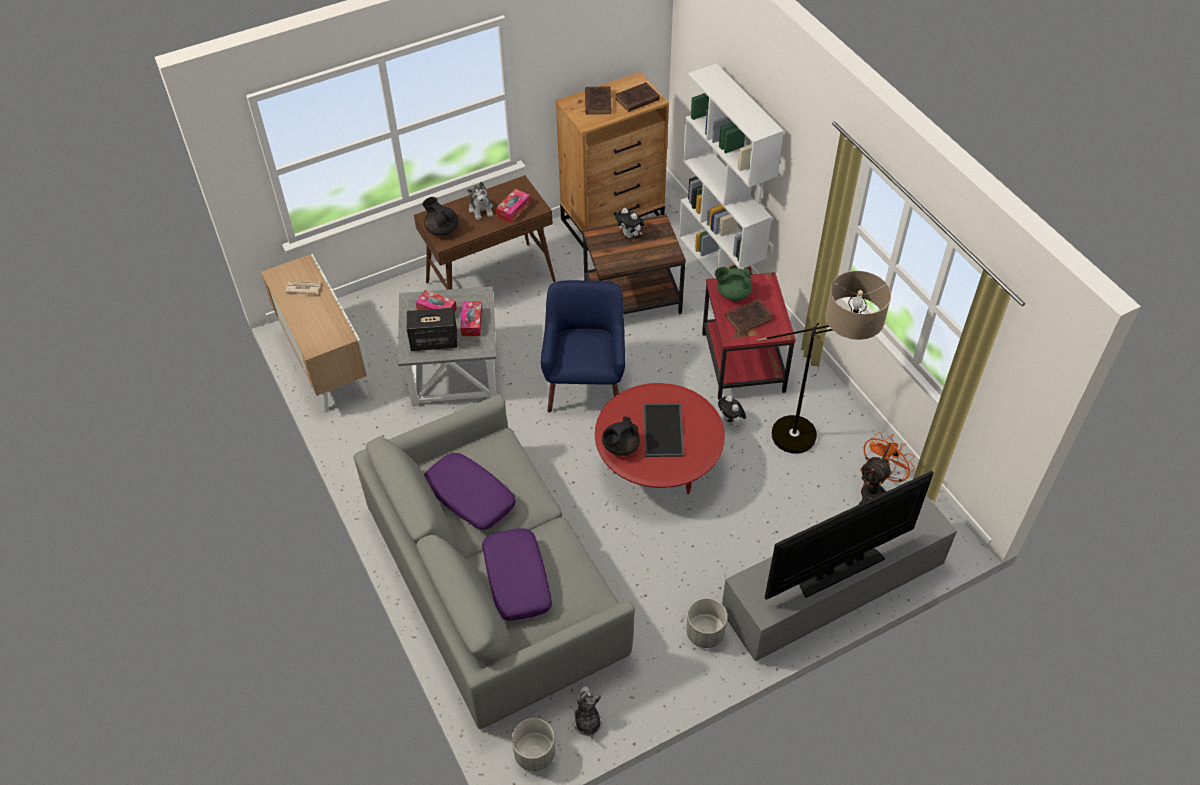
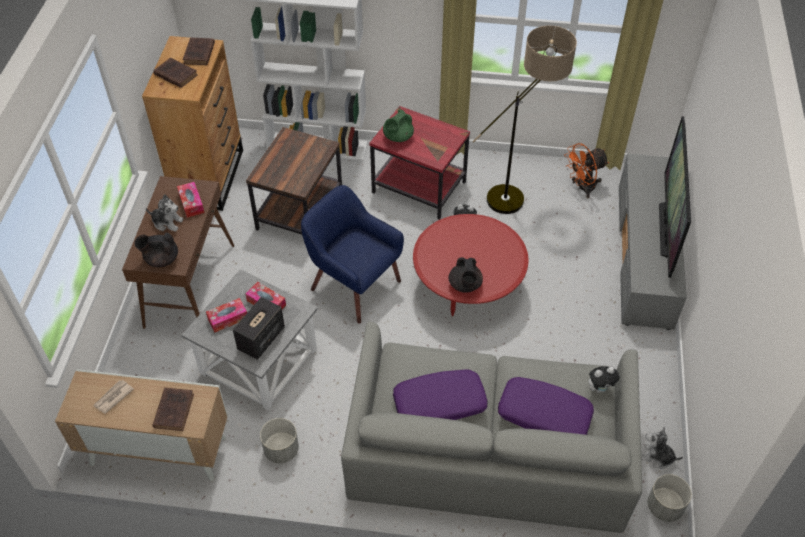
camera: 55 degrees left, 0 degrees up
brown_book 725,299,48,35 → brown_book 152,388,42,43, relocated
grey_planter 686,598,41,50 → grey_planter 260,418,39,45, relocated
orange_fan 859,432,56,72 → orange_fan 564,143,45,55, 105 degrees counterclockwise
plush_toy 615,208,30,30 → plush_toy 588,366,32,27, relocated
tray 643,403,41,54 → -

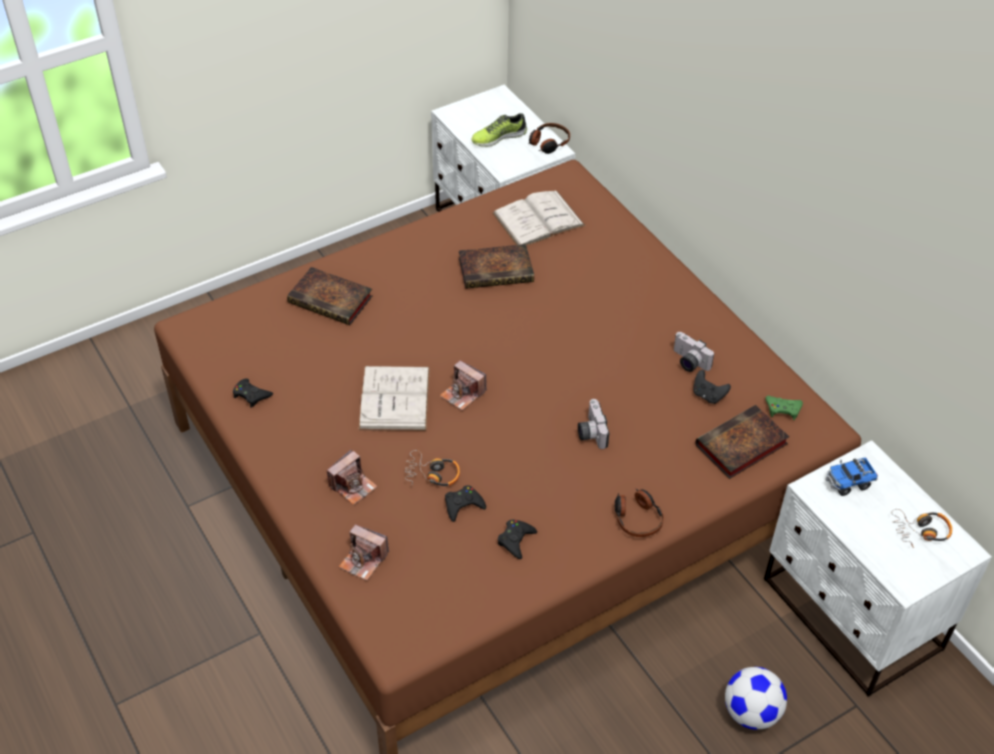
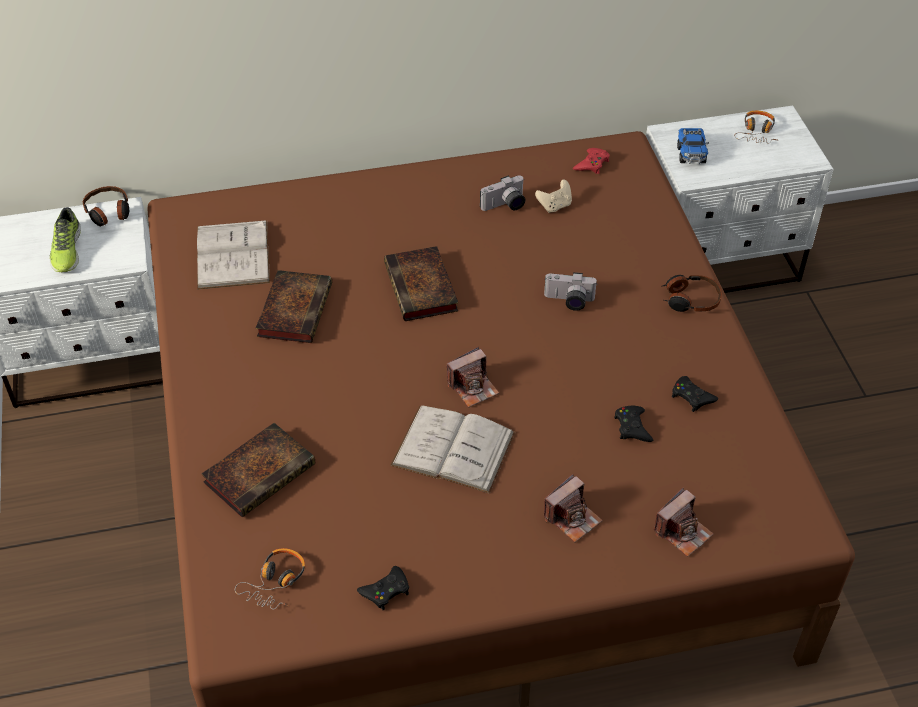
camera: 70 degrees left, 0 degrees up
headphones 405,450,55,37 → headphones 235,548,70,62, relocated
book 695,405,94,74 → book 384,246,74,75, relocated
black_game_controller 693,370,38,34 → beige_game_controller 535,179,37,34
photo_camera 326,450,52,55 → photo_camera 543,474,60,68, 75 degrees clockwise
green_game_controller 766,396,37,24 → red_game_controller 573,148,37,26
football 725,667,62,63 → -

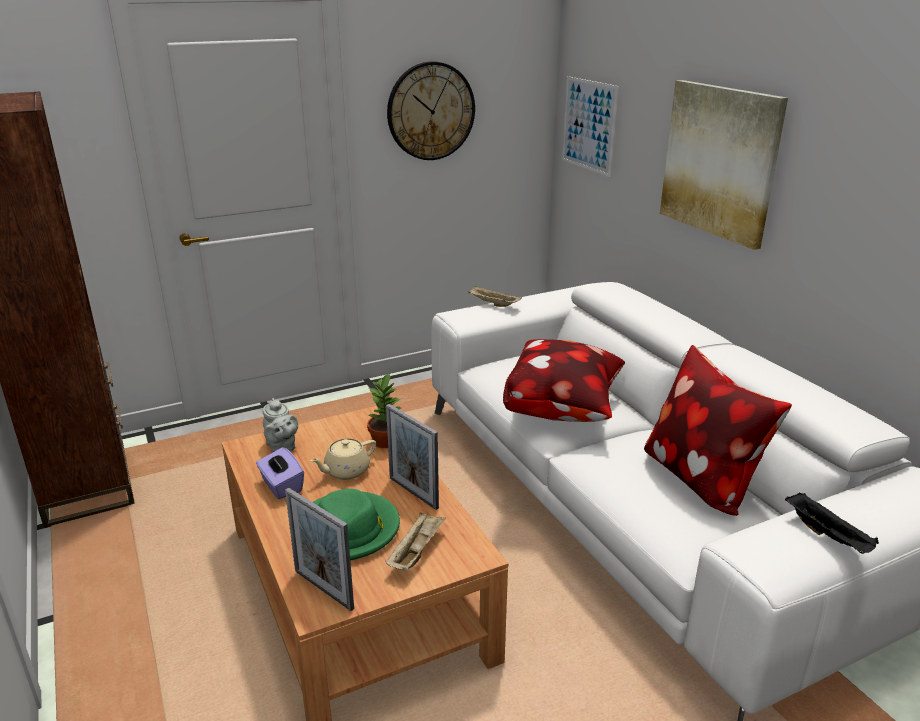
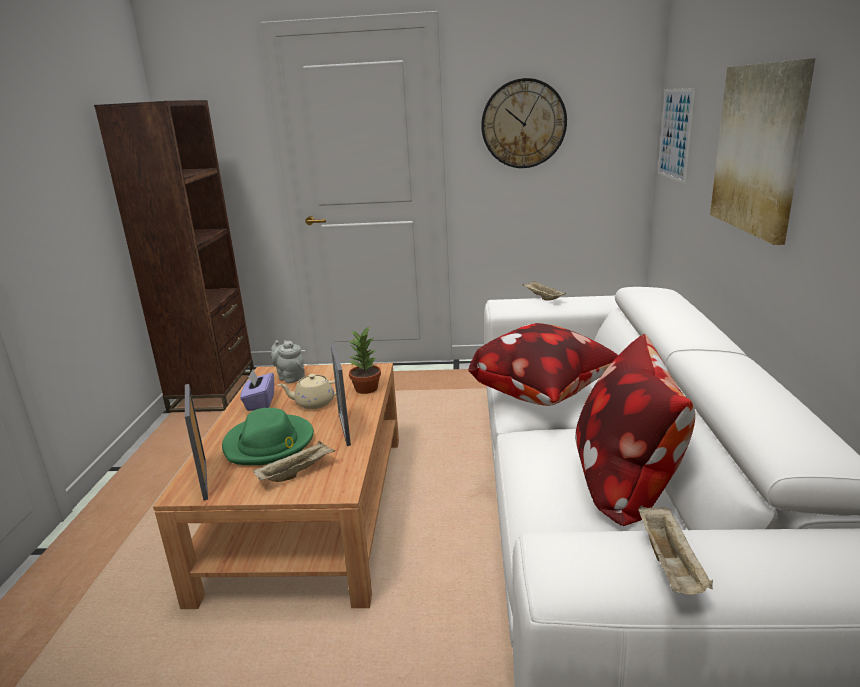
camera: 30 degrees right, 5 degrees down
grey_teapot 263,398,35,54 → grey_teapot 271,340,34,43, 135 degrees clockwise
black_tray 785,492,94,62 → beige_tray 638,505,75,90

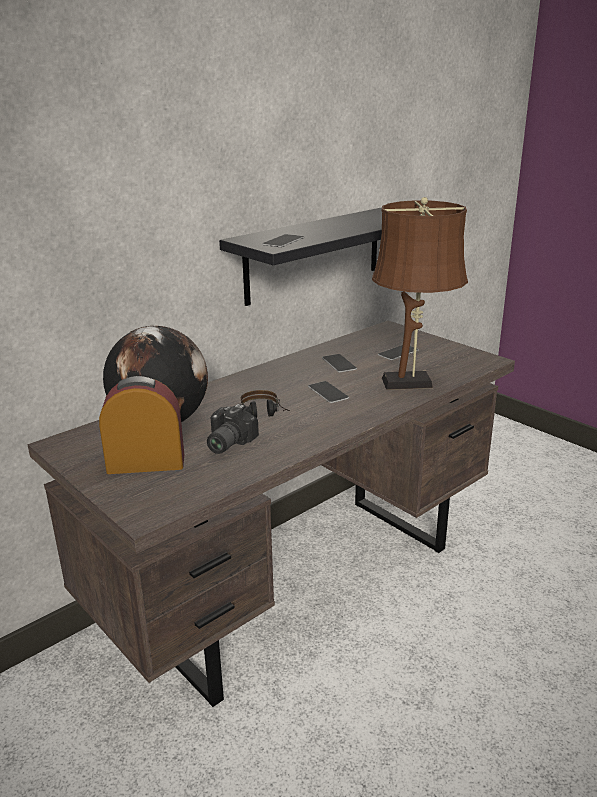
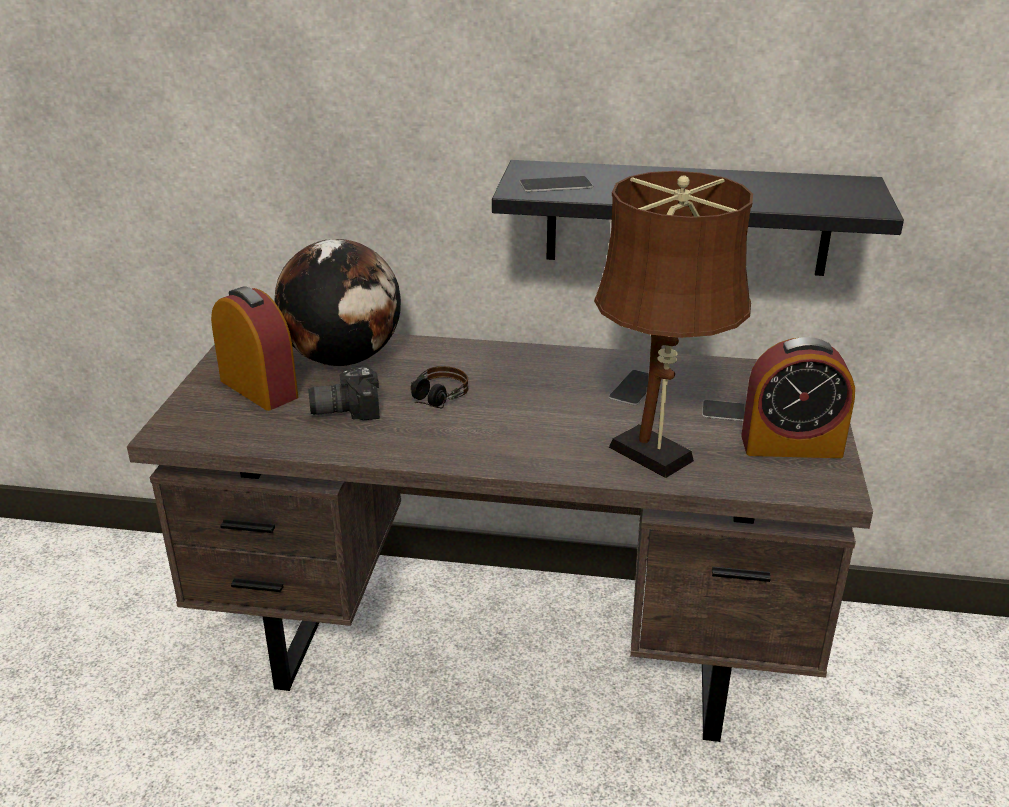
camera: 50 degrees right, 5 degrees up
- → alarm_clock 741,337,114,121
phone 308,381,41,22 → -

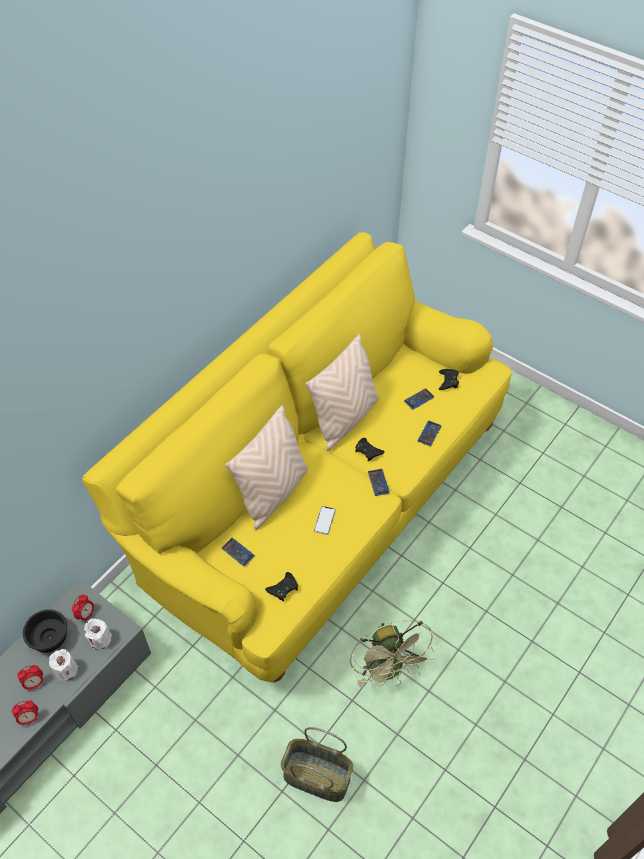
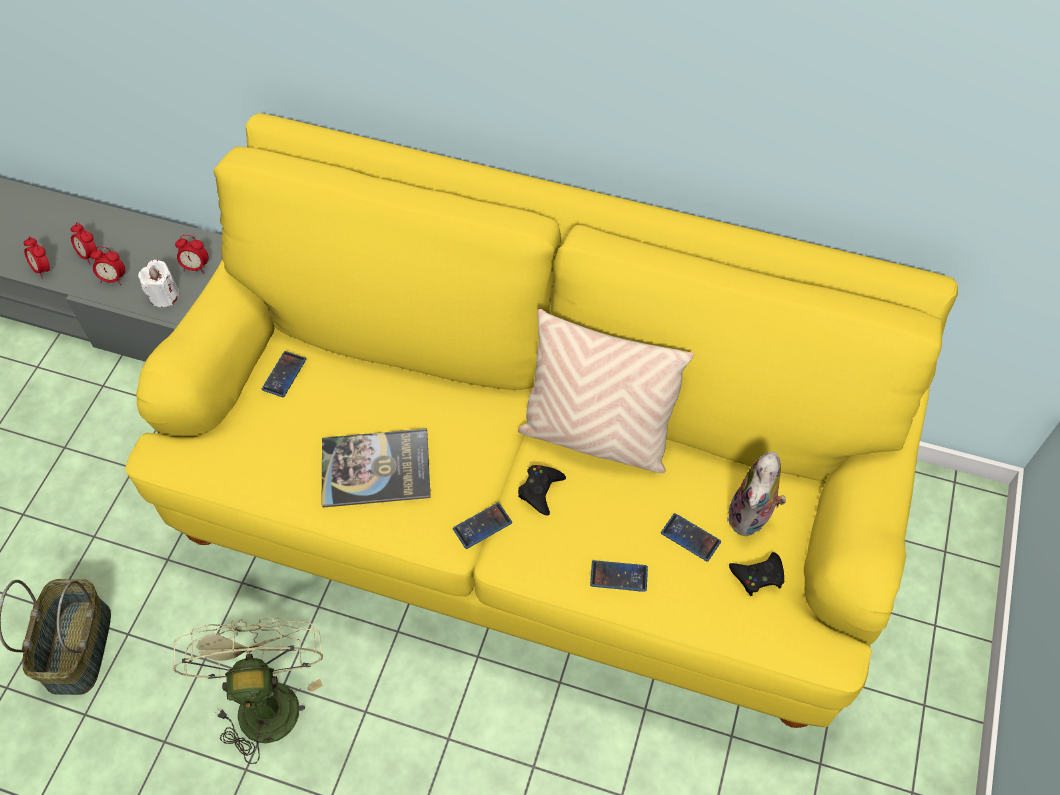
camera: 70 degrees right, 5 degrees up
white_candle 49,649,29,33 → alarm_clock 91,246,34,39
green_fan 350,620,87,69 → green_fan 172,618,151,146, 120 degrees clockwise
phone 314,506,22,29 → book 322,429,109,79
- → plush_toy 727,452,59,84
black_bowl 23,609,45,44 → -
beige_pillow 225,405,84,125 → -
black_game_controller 265,572,33,29 → -

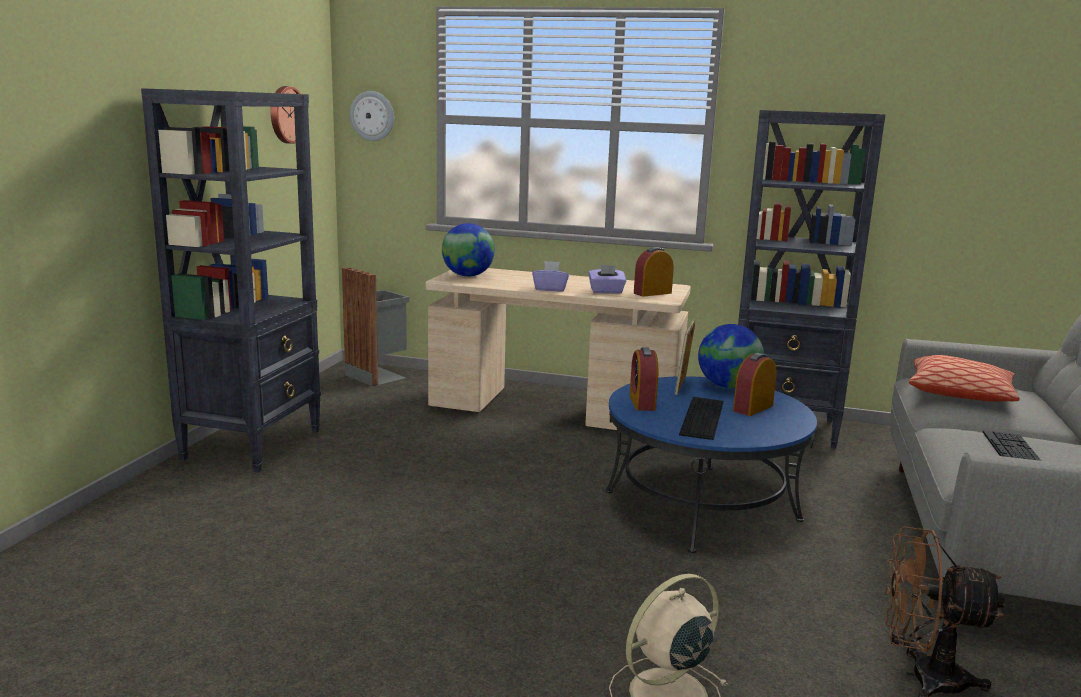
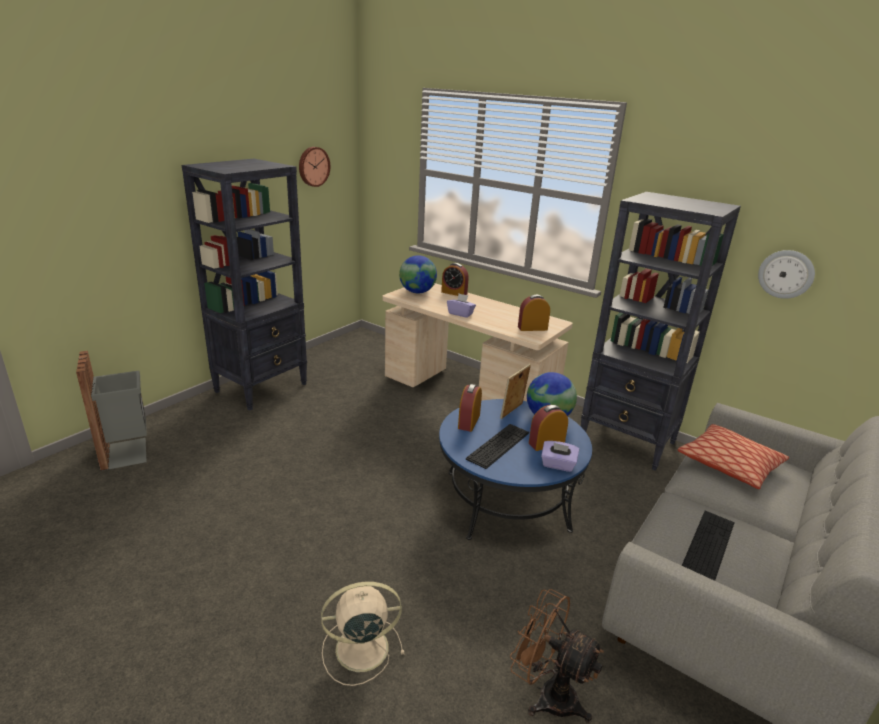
camera: 20 degrees right, 10 degrees up
grey_trash_can 342,267,67,120 → grey_trash_can 76,351,71,120, relocated
- → alarm_clock 441,263,28,33
purple_tissue_box 588,265,38,29 → purple_tissue_box 541,441,38,31, relocated
wall_clock 350,91,44,50 → wall_clock 758,250,57,49, relocated

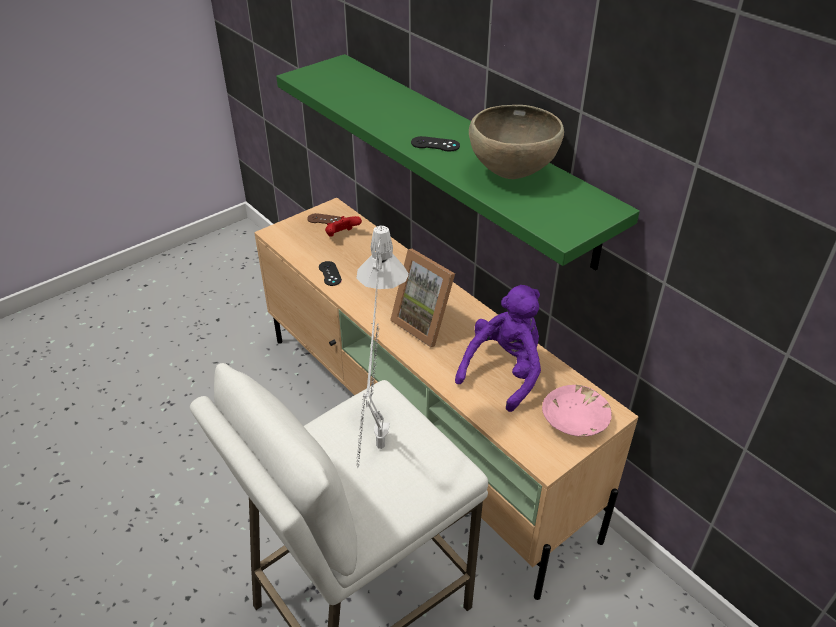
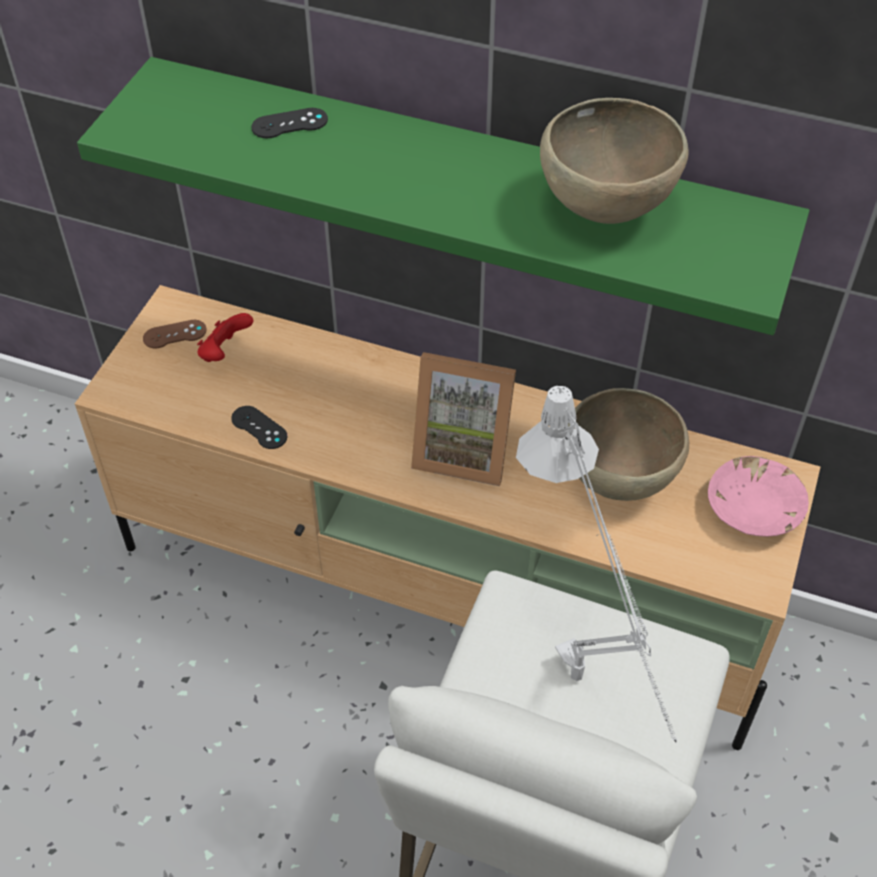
camera: 30 degrees left, 10 degrees up
black_game_controller 411,136,49,16 → black_game_controller 251,108,77,30, relocated
purple_plush_toy 455,285,86,127 → brown_bowl 568,388,121,113

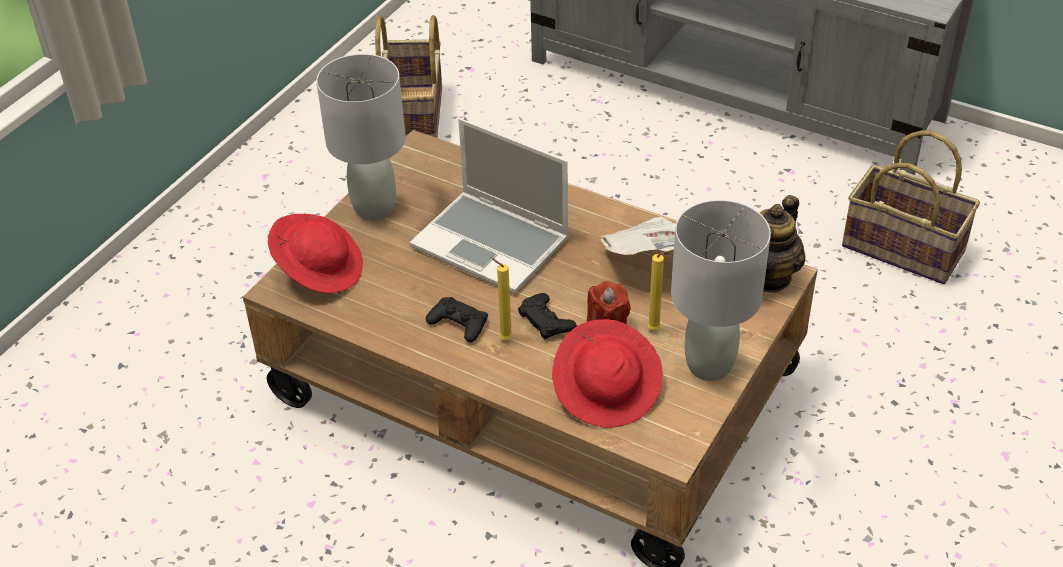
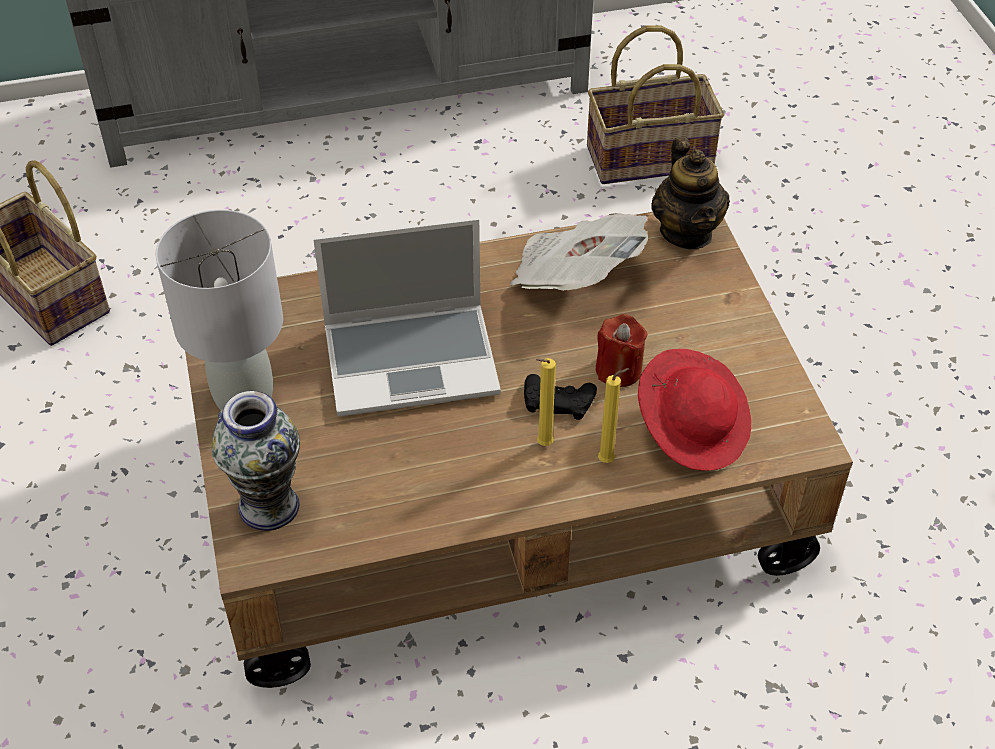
camera: 45 degrees left, 5 degrees up
red_hat 268,214,95,79 → vase 212,391,88,140
yellow_candle 647,252,22,78 → yellow_candle 598,368,32,95, relocated
black_game_controller 426,297,62,45 → -
grey_table_lamp 671,200,100,181 → -

